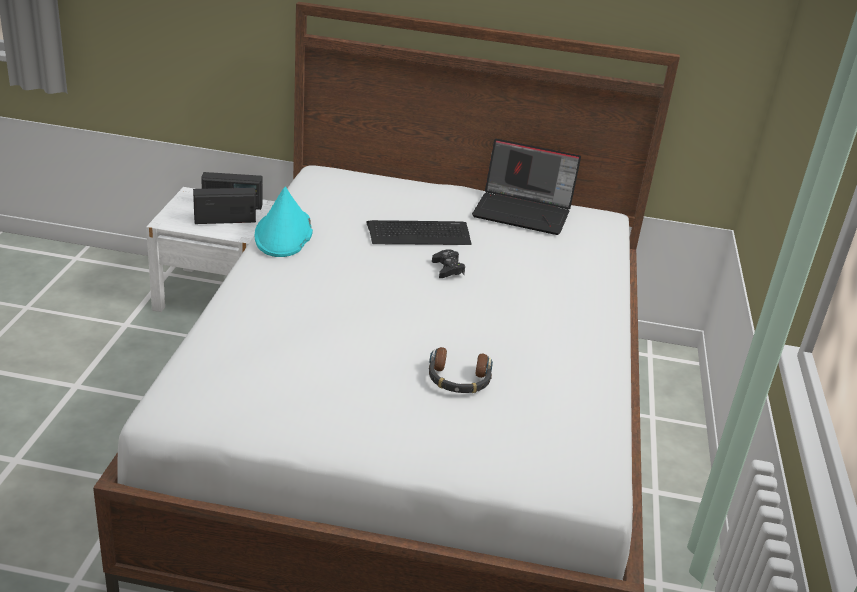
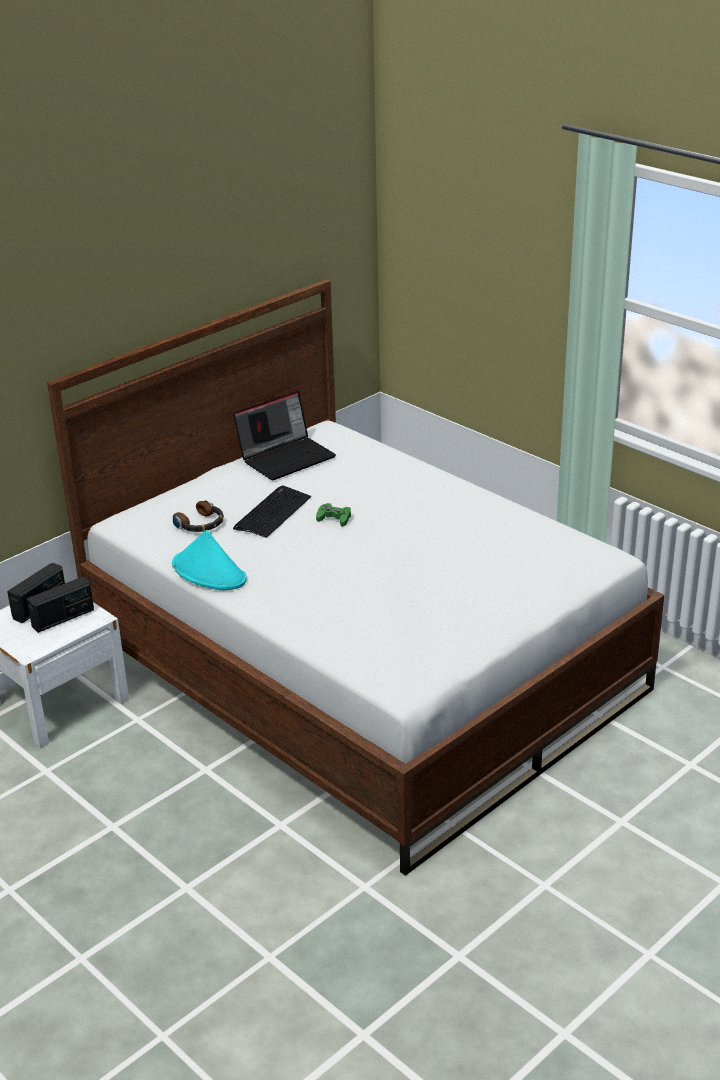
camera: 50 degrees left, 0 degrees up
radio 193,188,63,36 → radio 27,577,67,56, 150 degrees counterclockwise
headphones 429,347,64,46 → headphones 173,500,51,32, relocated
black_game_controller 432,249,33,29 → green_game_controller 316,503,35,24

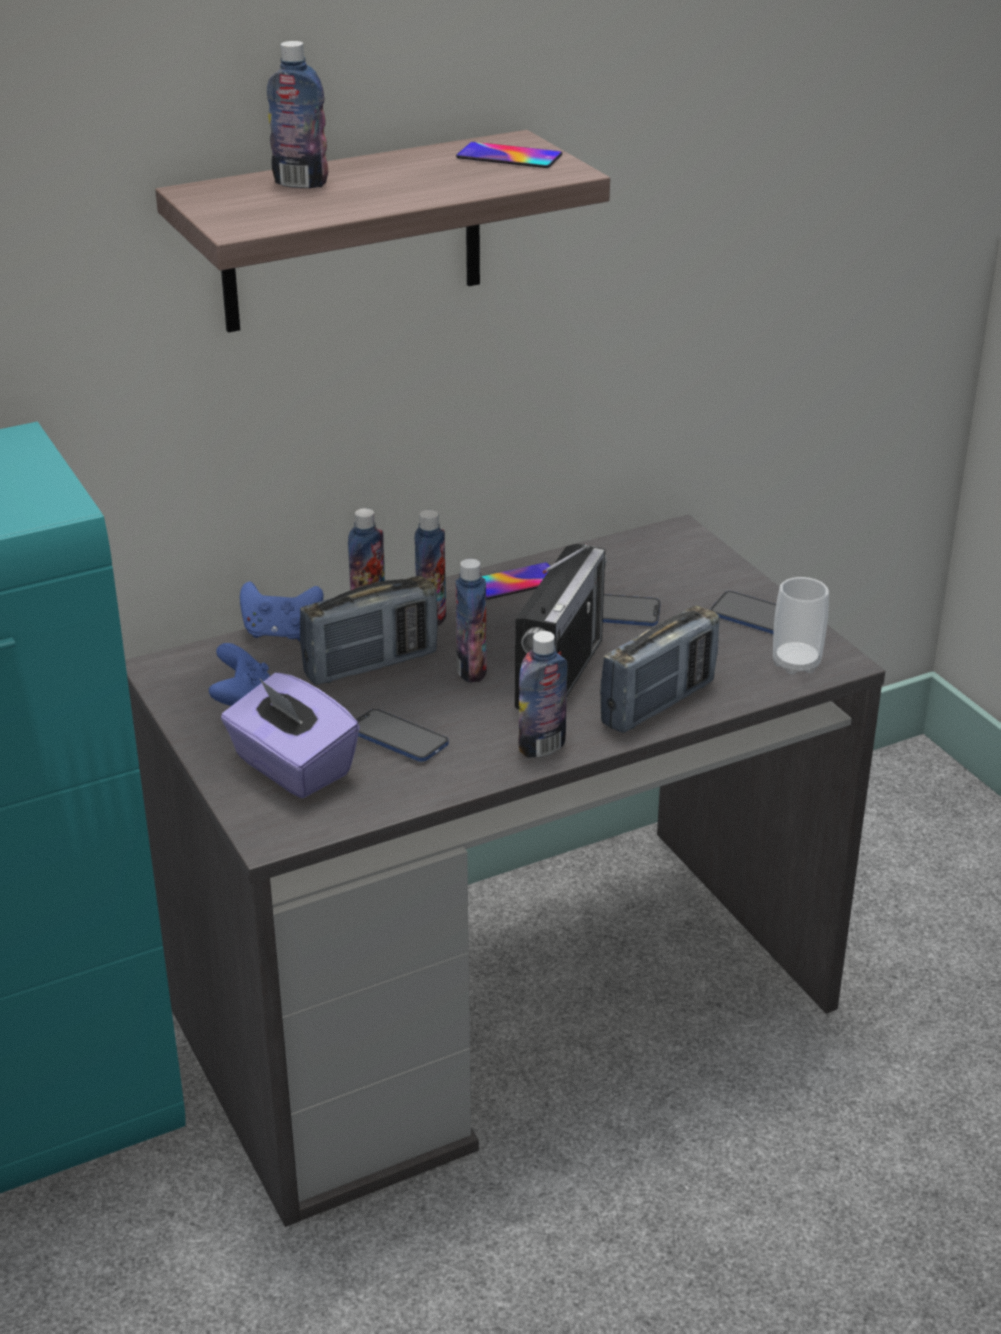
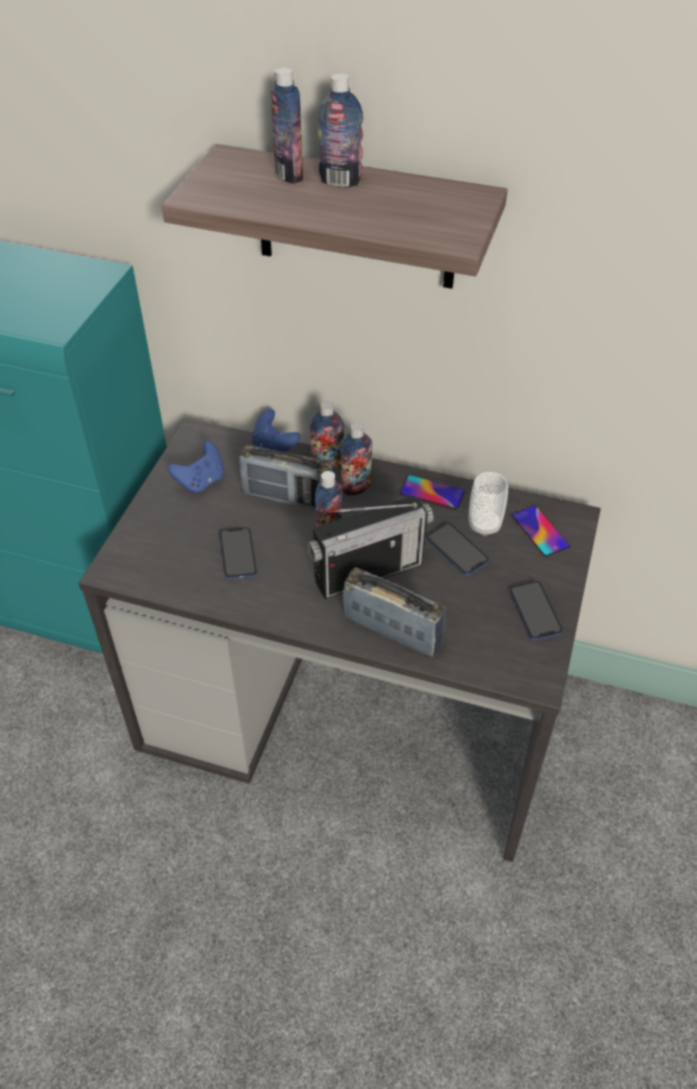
camera: 45 degrees right, 15 degrees up
bottle 519,631,49,127 → bottle 318,73,45,114, relocated
radio 600,606,119,127 → radio 343,567,103,90, 150 degrees counterclockwise
cup 773,577,56,97 → cup 469,472,39,64, relocated
phone 456,142,106,26 → phone 512,506,58,50, relocated
purple_tissue_box 221,673,139,125 → -

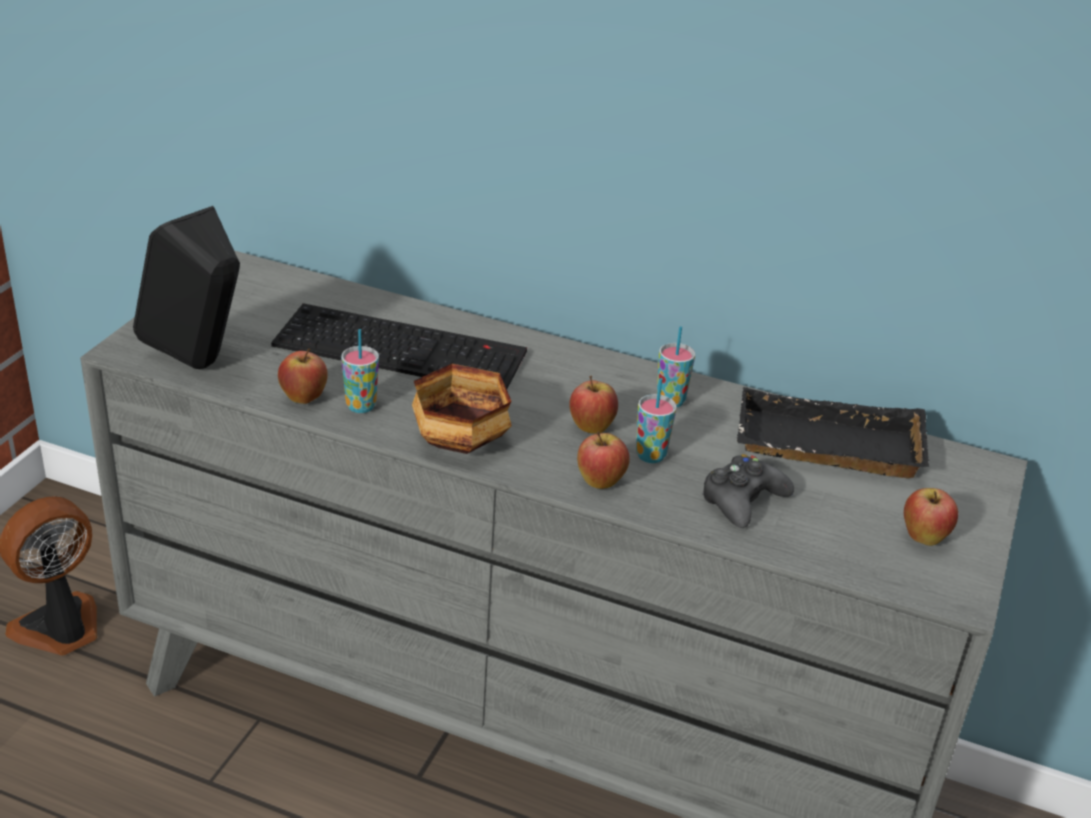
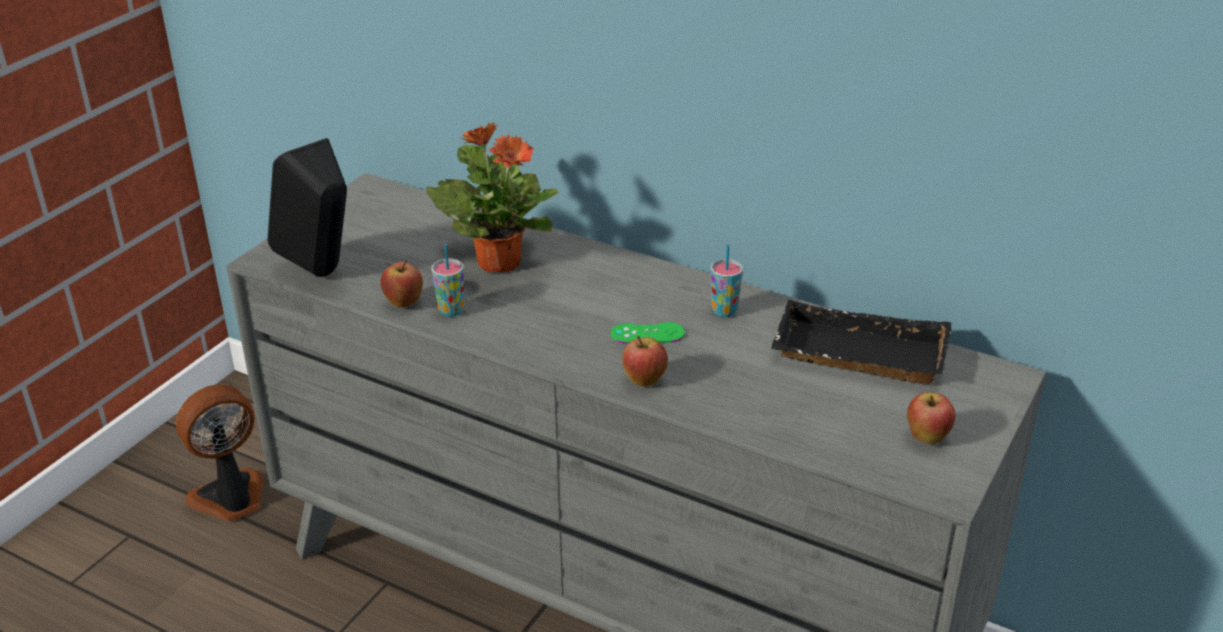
camera: 10 degrees right, 0 degrees up
keyboard 271,303,256,86 → potted_plant 426,122,132,151
apple 569,376,49,58 → green_game_controller 611,322,74,22
bowl 412,364,100,90 → -
cup 636,378,41,85 → -
black_game_controller 701,454,93,74 → -

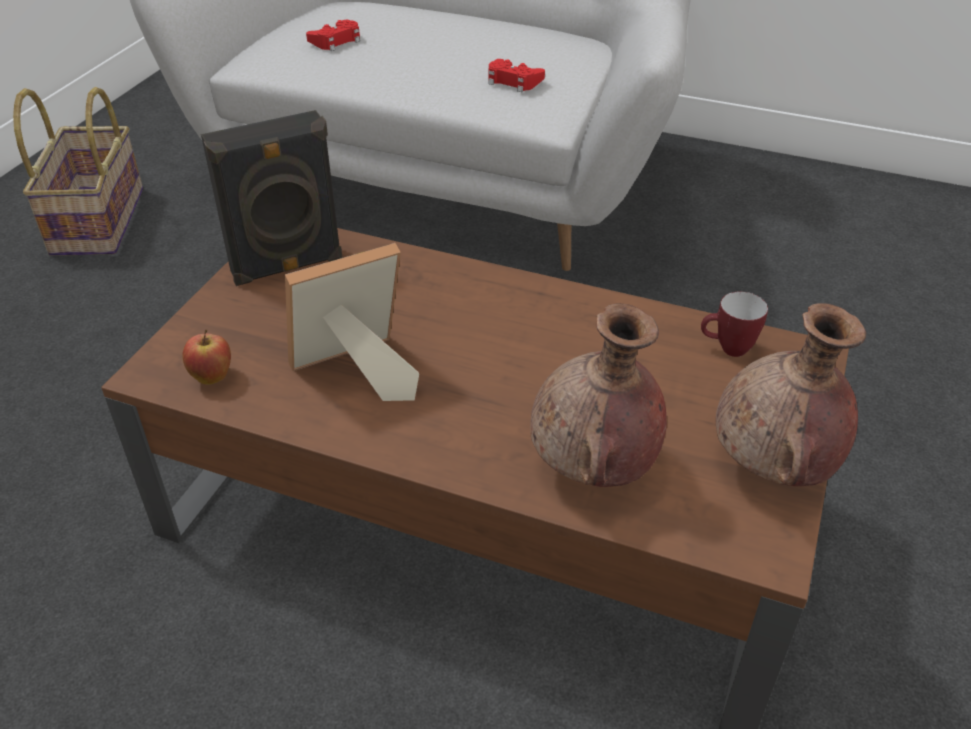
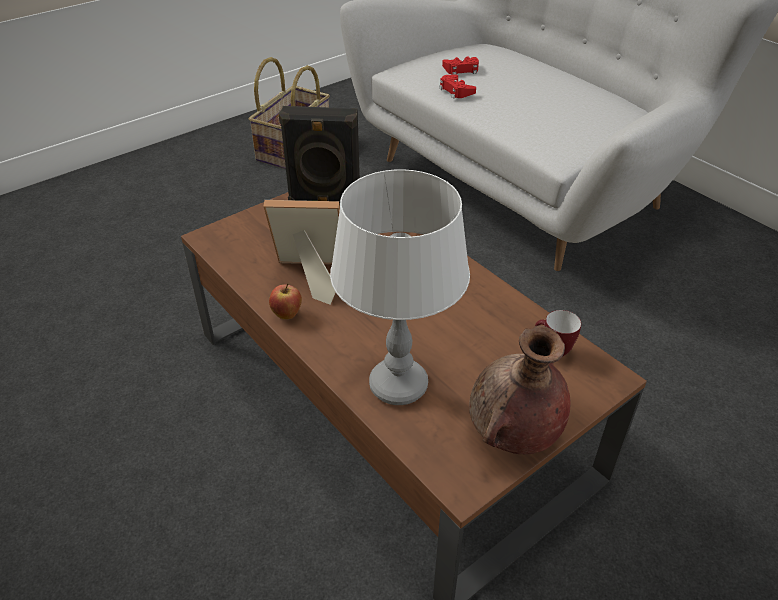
camera: 30 degrees right, 0 degrees up
apple 182,330,49,55 → apple 269,284,33,35, relocated
brown_vase 530,304,137,183 → grey_table_lamp 330,169,140,236
red_game_controller 488,59,57,33 → red_game_controller 439,74,37,25, relocated

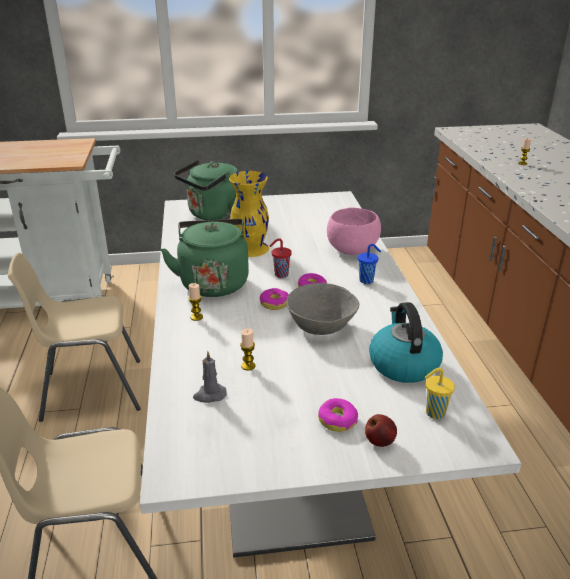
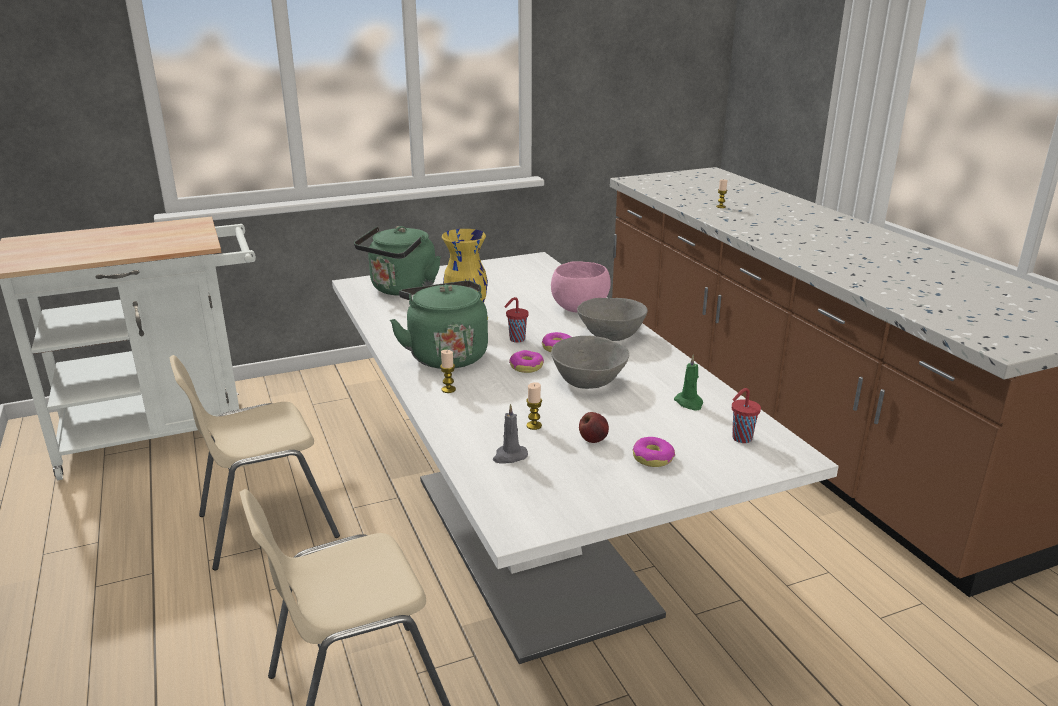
camera: 15 degrees left, 5 degrees down
blue_cup 358,244,23,40 → grey_bowl 577,298,71,43
apple 365,414,32,33 → apple 579,412,30,31, relocated
kettle 369,302,74,81 → green_candle 674,355,29,56
yellow_cup 425,368,30,51 → red_cup 732,388,29,55

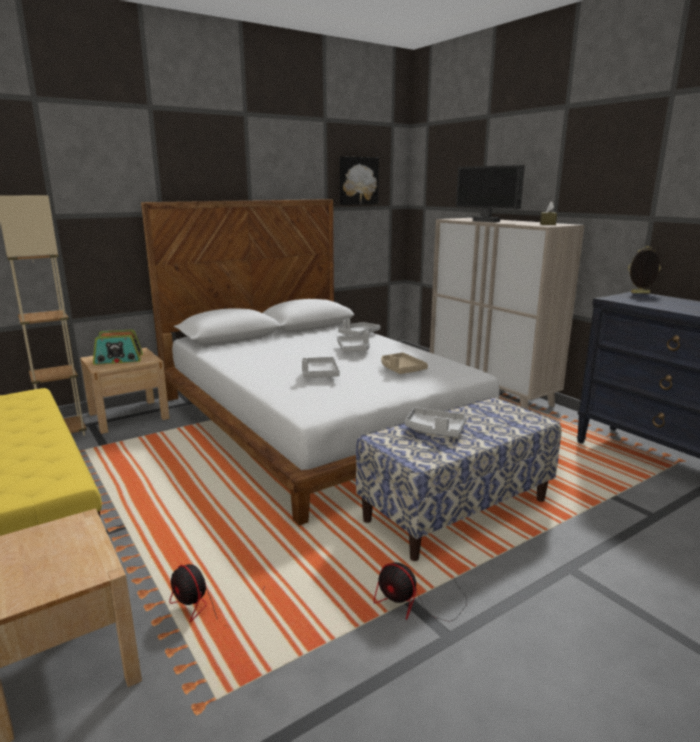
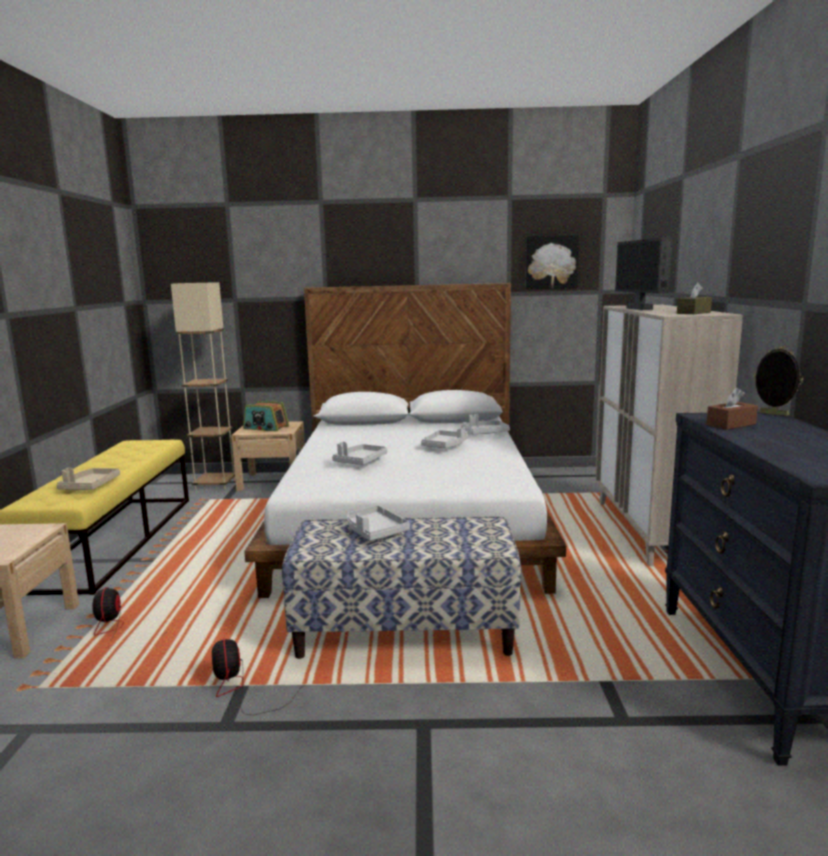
camera: 35 degrees right, 5 degrees down
beige_tray 381,352,47,22 → beige_tray 57,468,63,22, relocated
- → brown_tissue_box 706,388,52,42

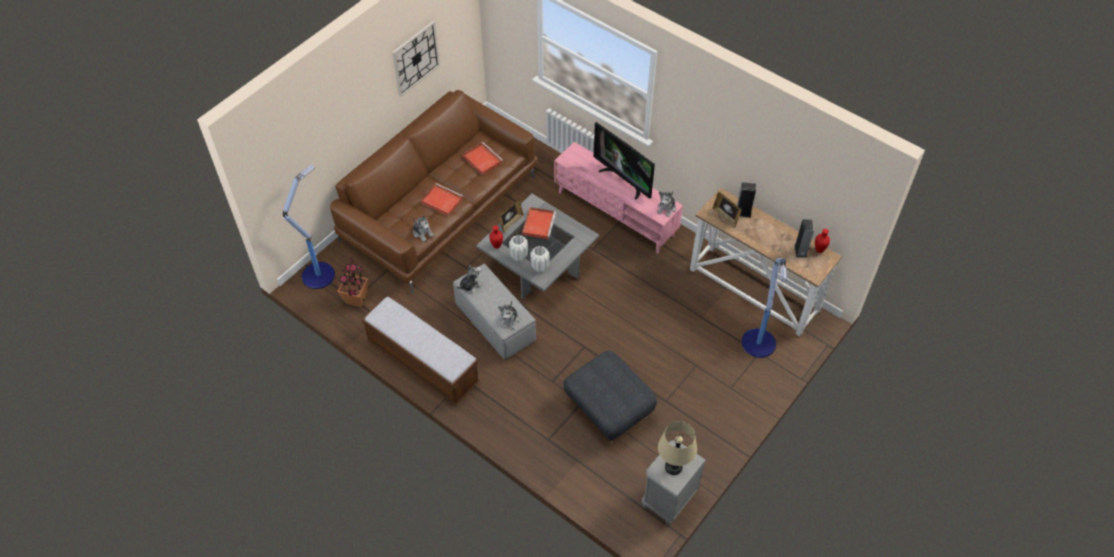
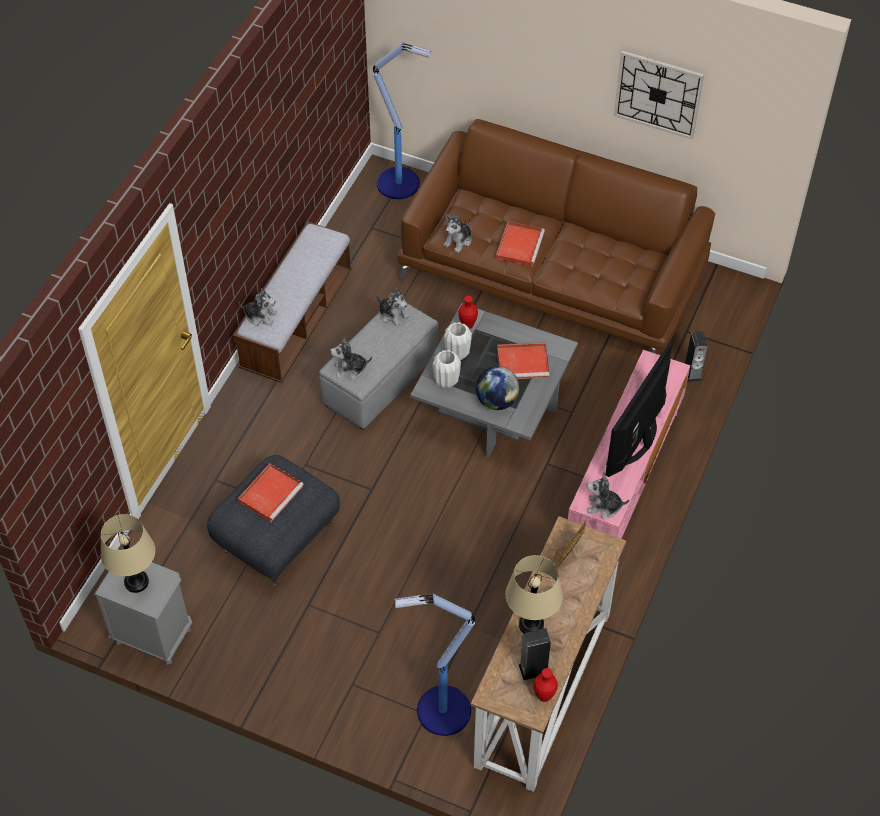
camera: 75 degrees right, 0 degrees up
- → plush_toy 238,288,39,38
red_tray 463,142,40,33 → red_tray 238,463,66,59, relocated
- → globe 476,366,44,44
- → beige_table_lamp 506,555,57,78
speaker 737,182,19,35 → speaker 685,331,23,51, relocated
potted_plant 335,258,33,49 → -
picture_frame 499,199,25,33 → -

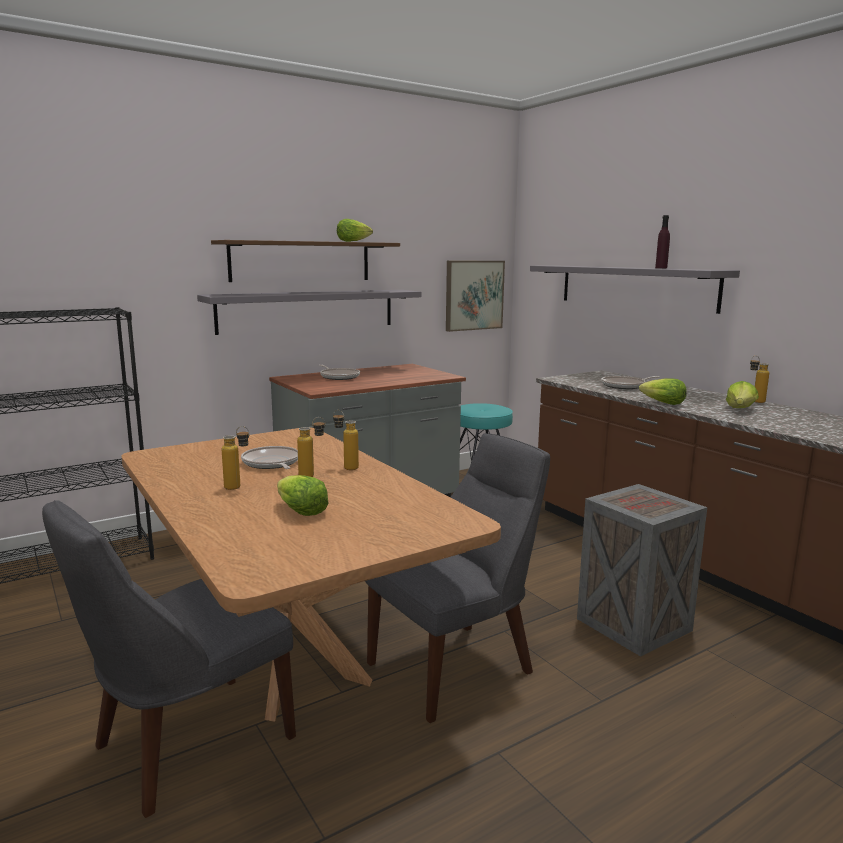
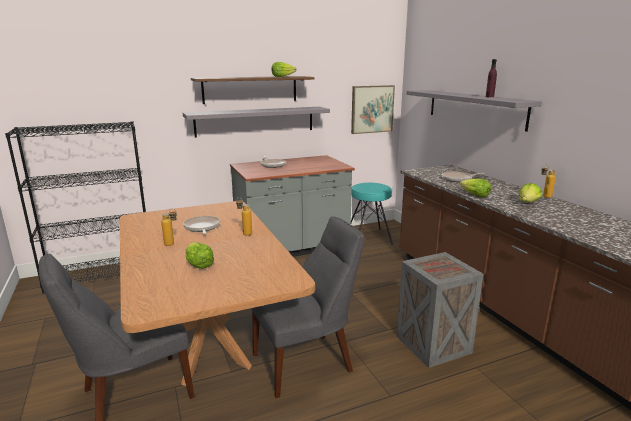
camera: 10 degrees right, 5 degrees up
bottle 297,417,29,60 → -

